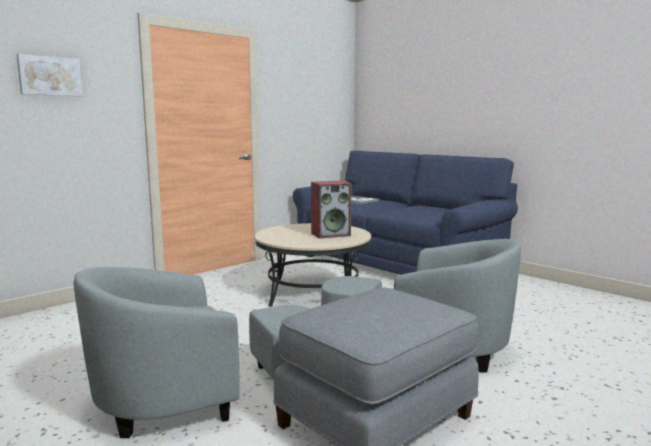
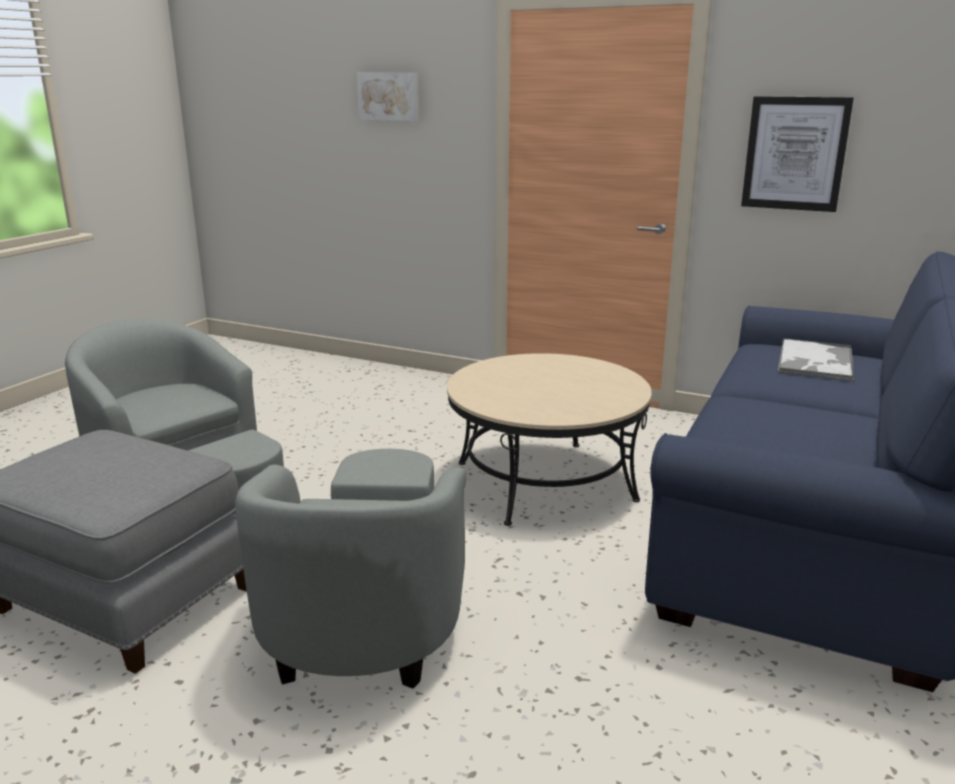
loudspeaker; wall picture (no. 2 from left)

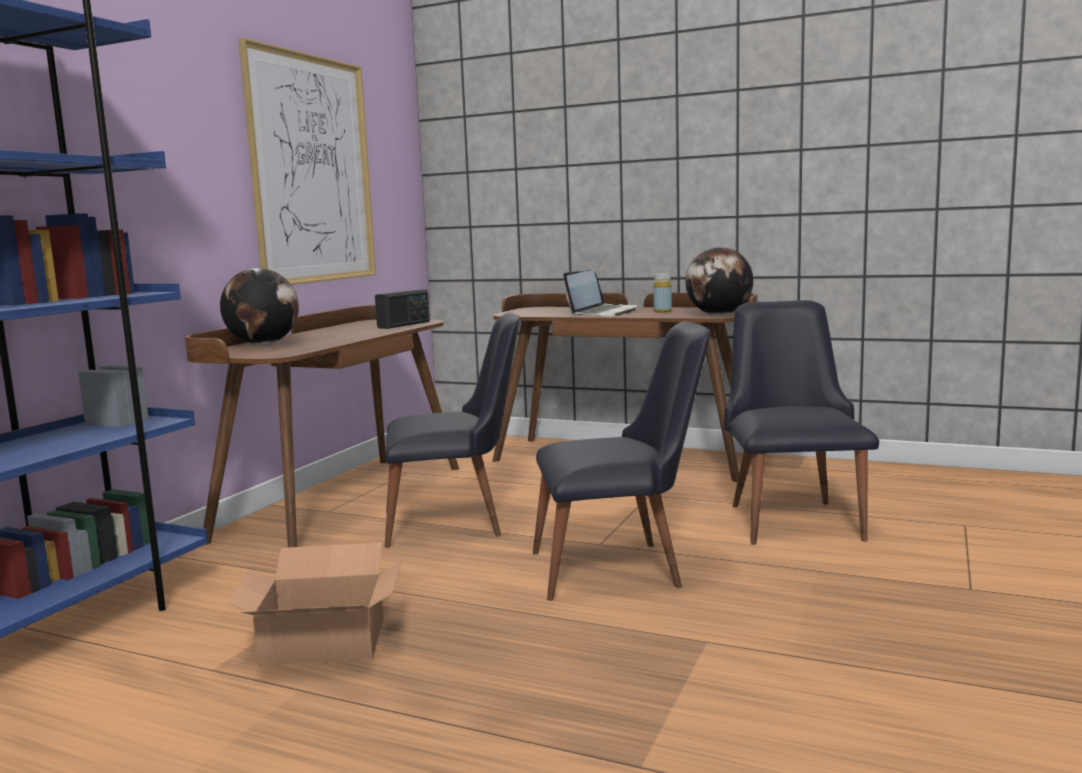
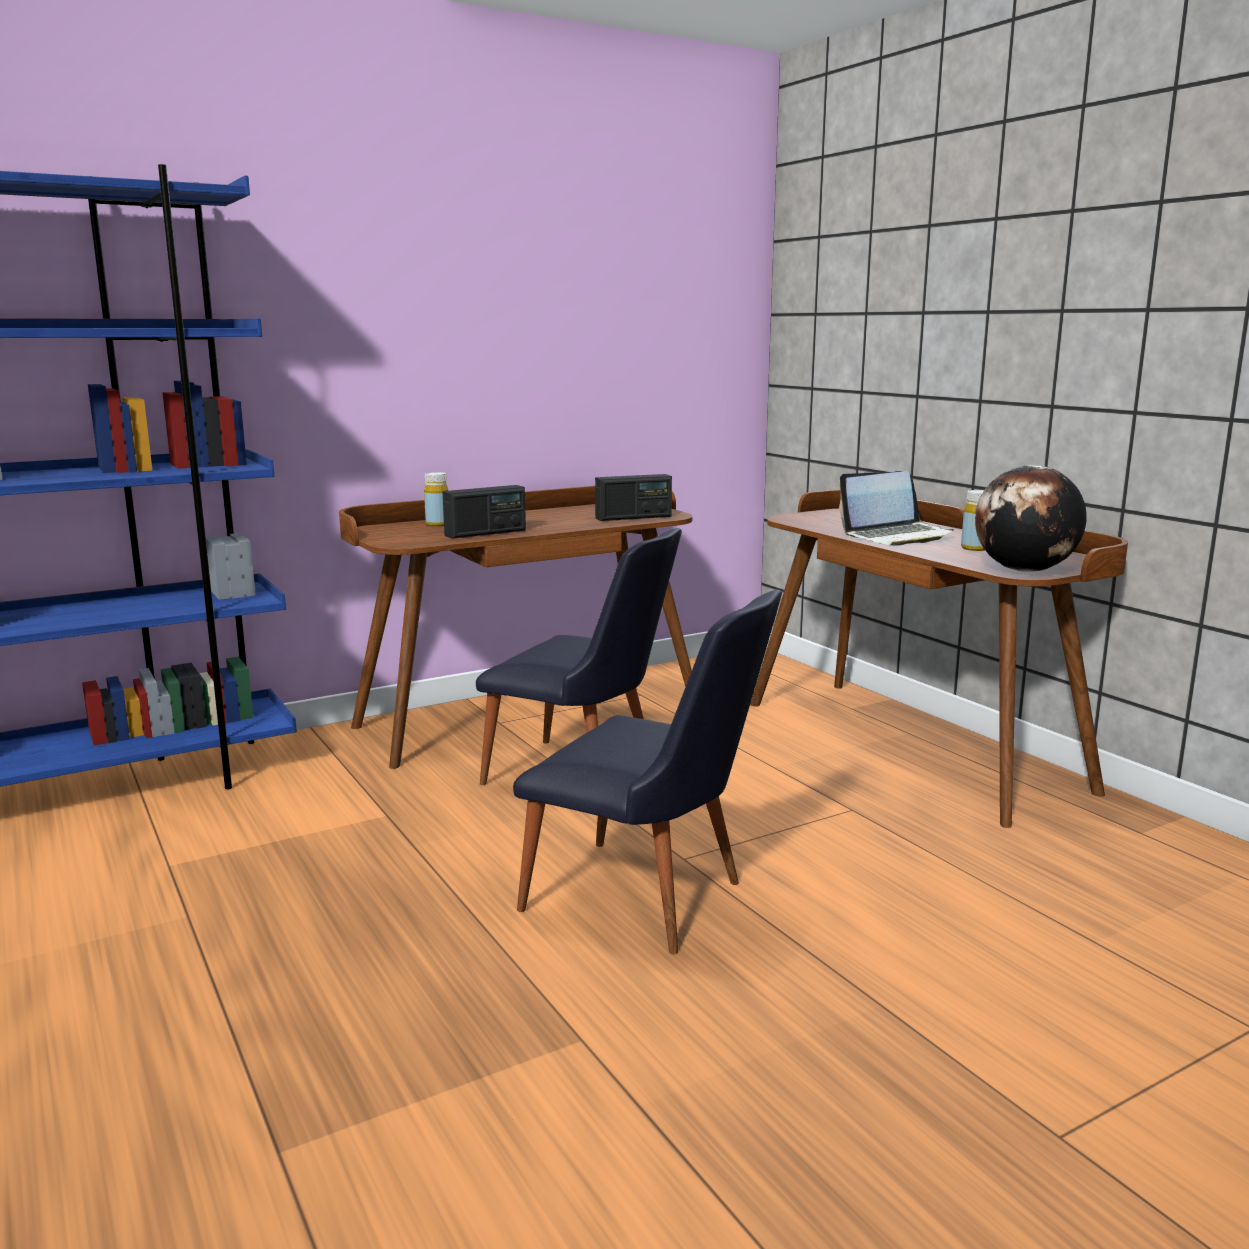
cardboard box; wall picture; chair (black) (no. 3 from left in the first image); radio set (no. 1 from left); drink bottle (yellow-coloured) (no. 1 from left)

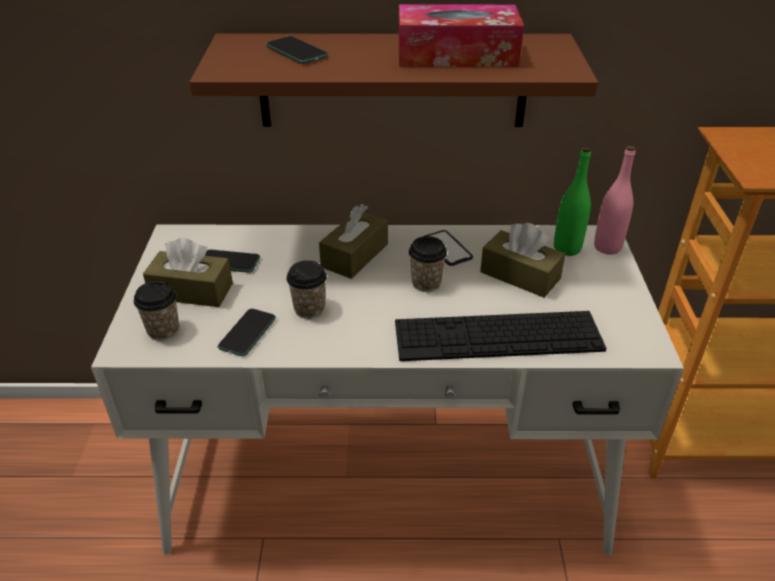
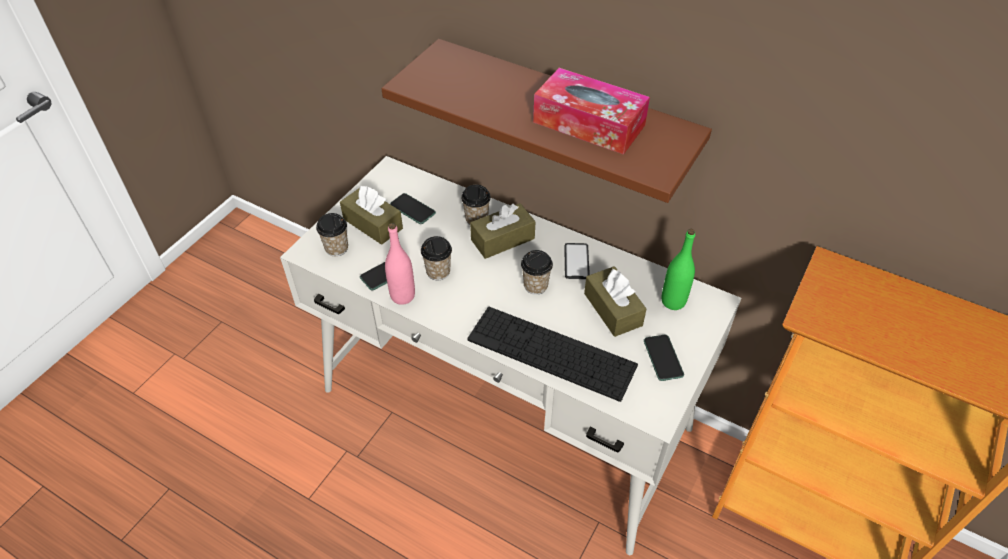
drinking cup (no. 3 from left); telephone (no. 4 from left); drink bottle (pinkish)

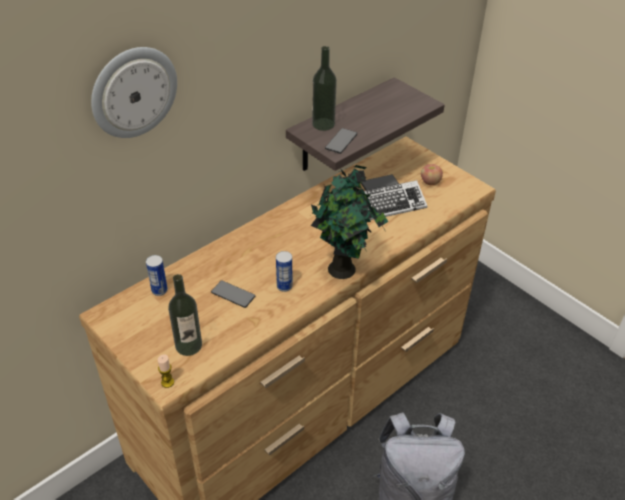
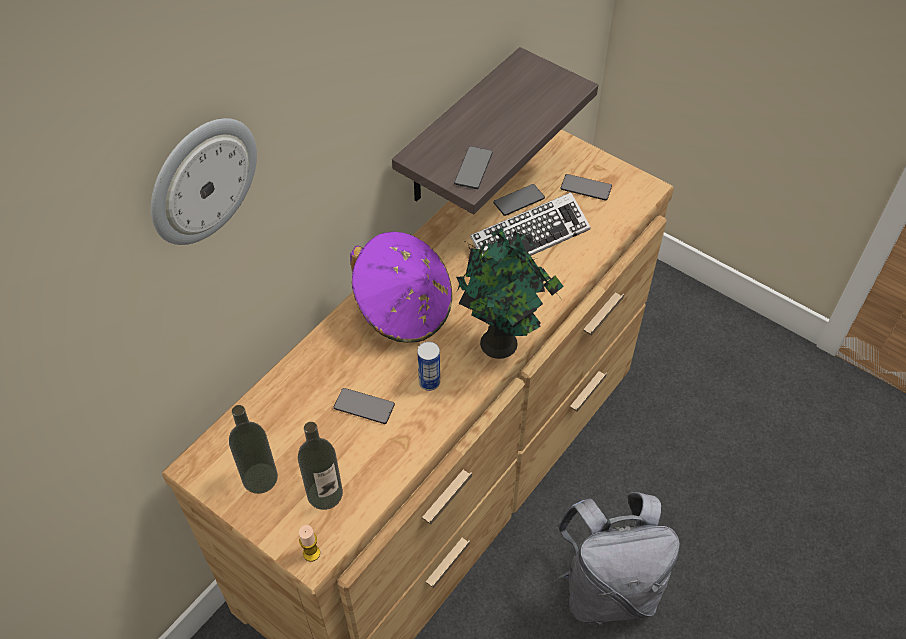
can (no. 1 from left in the first image); hat (purple); drink bottle (no. 1 from left); telephone (no. 4 from left)

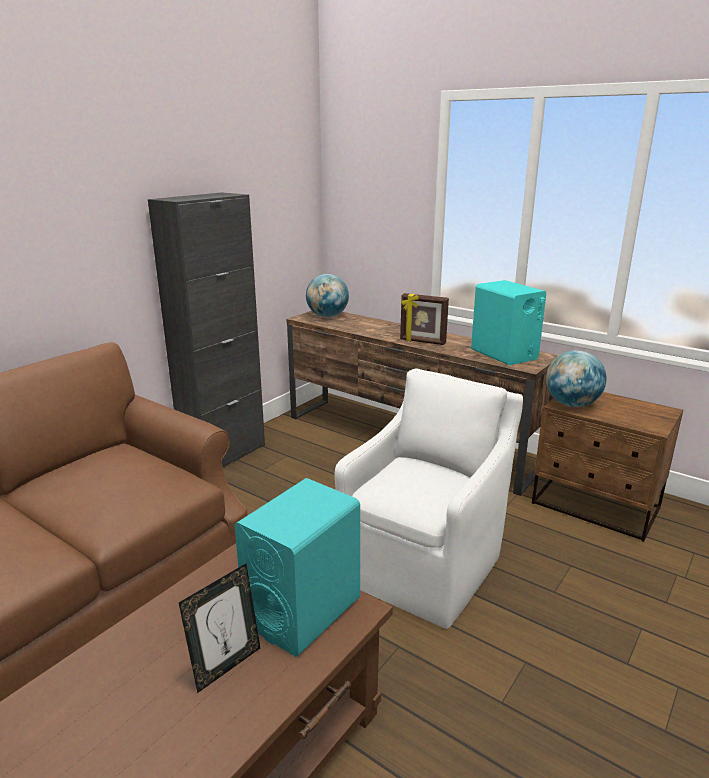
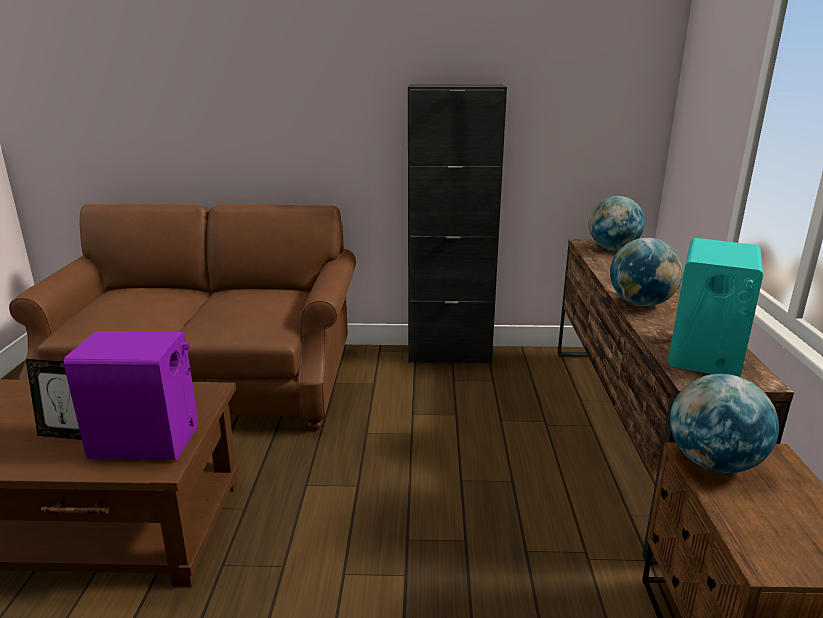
armchair (white-coloured); world globe (no. 2 from left); loudspeaker (purple)

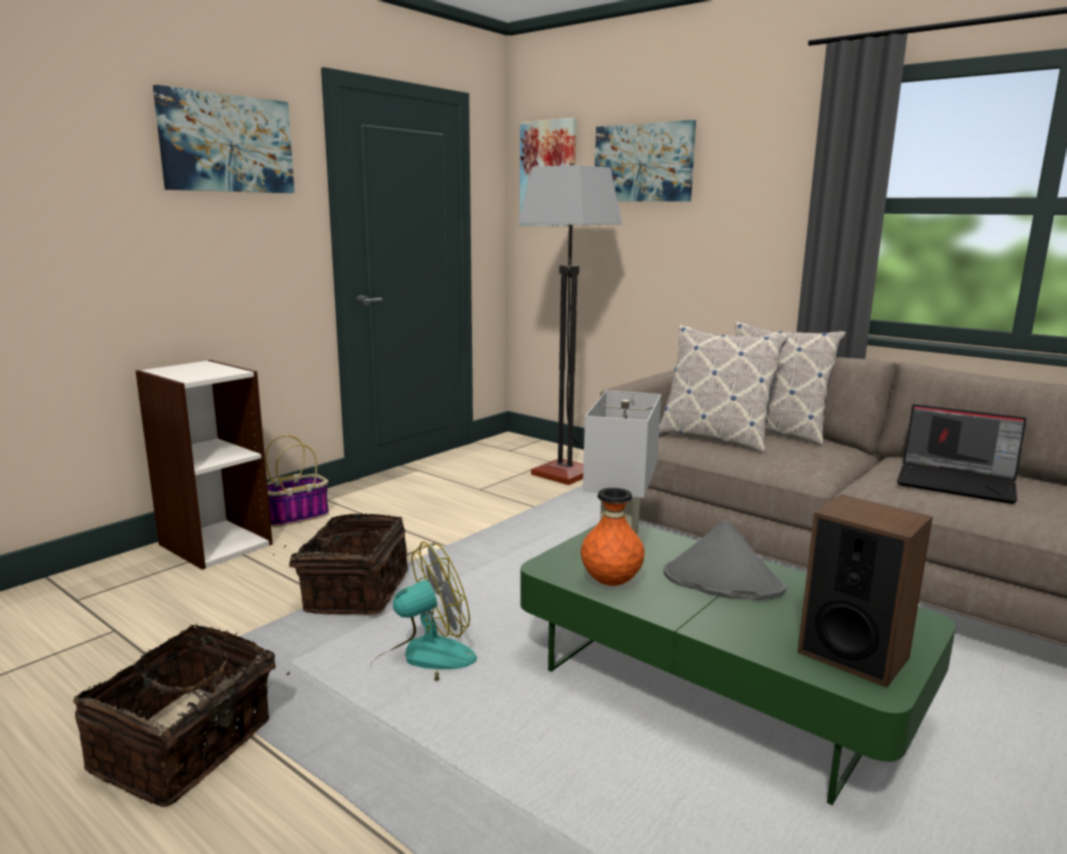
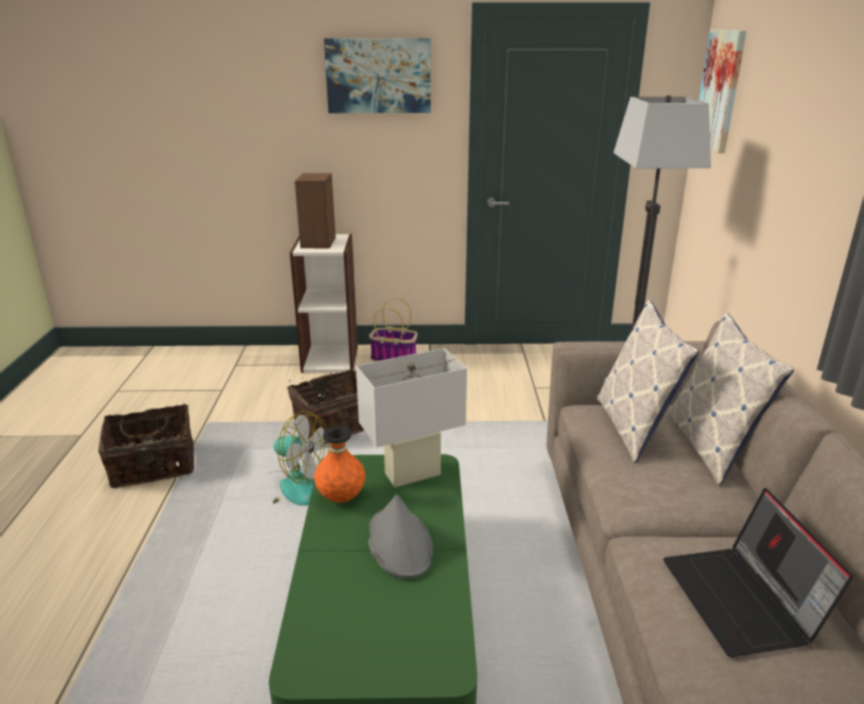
wall picture (no. 3 from left in the first image); loudspeaker

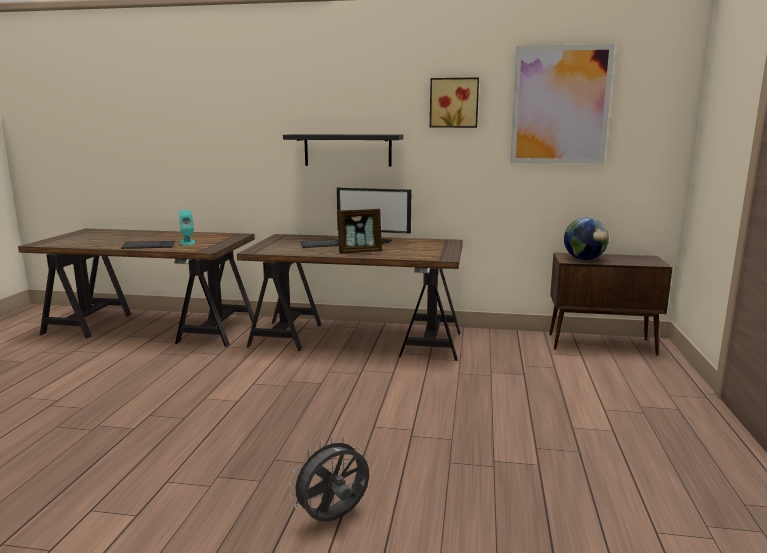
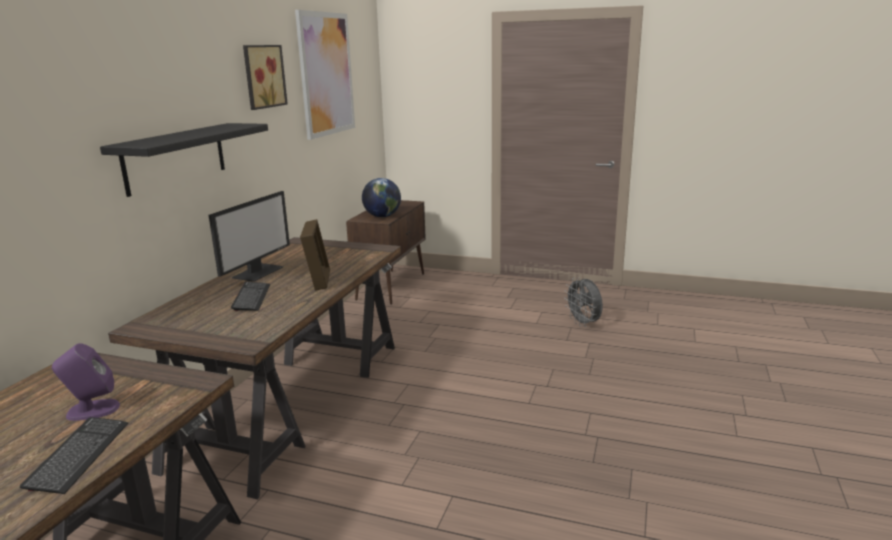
fan (gray); loudspeaker (purple)

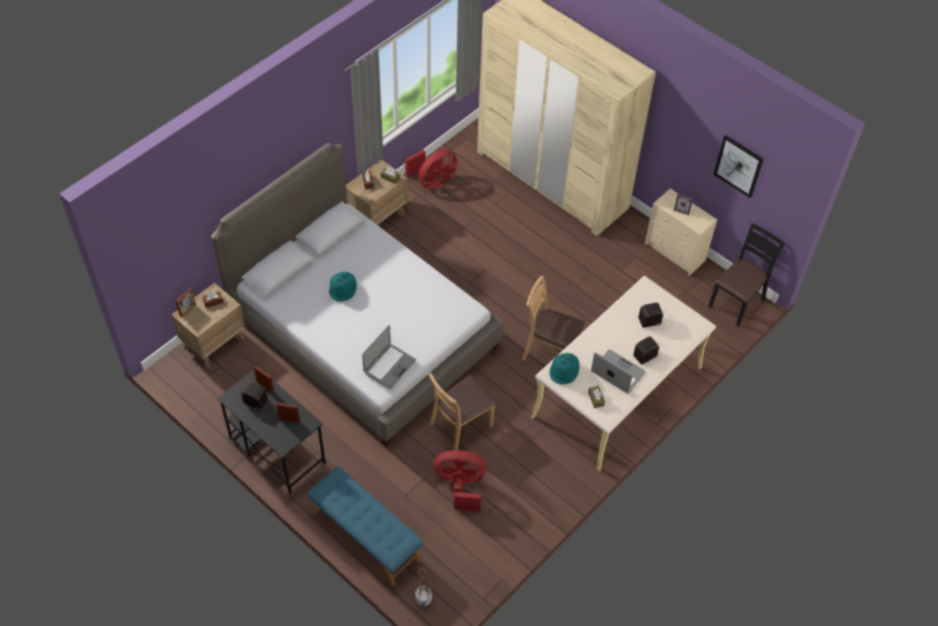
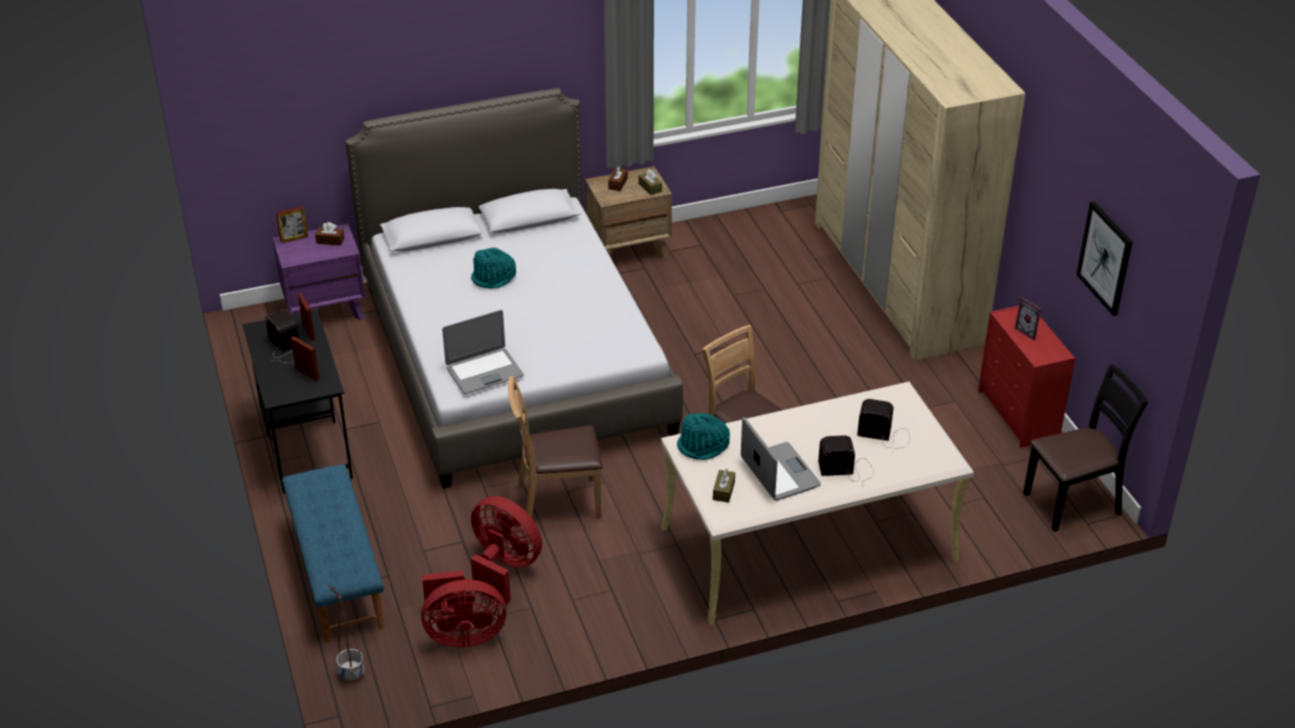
fan (red-coloured) (no. 1 from left); night table (purple); chest of drawers (red-coloured)

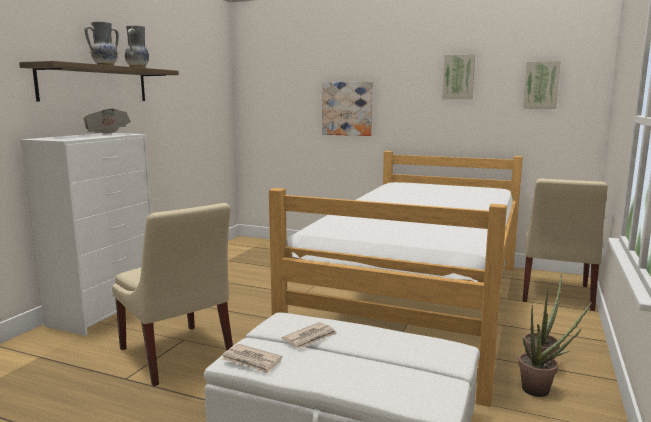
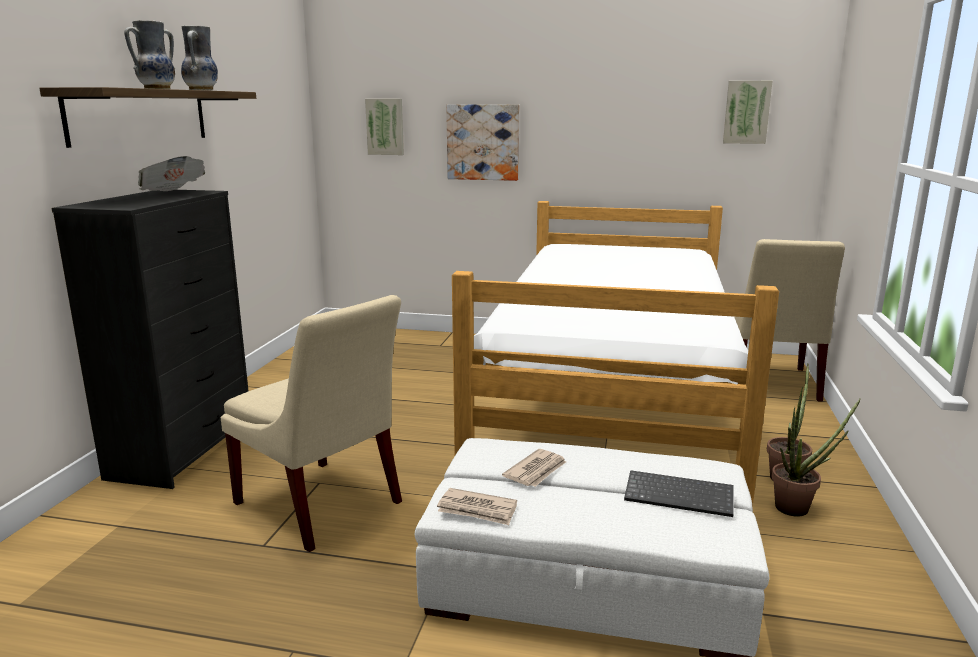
keyboard; wall picture (no. 1 from left); chest of drawers (black)

